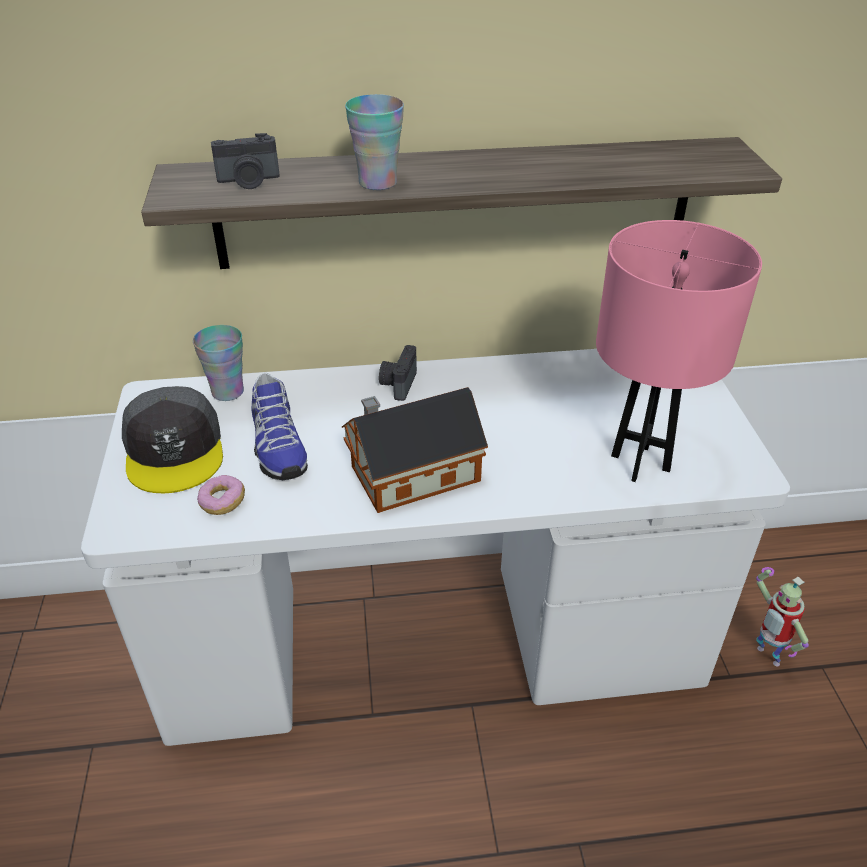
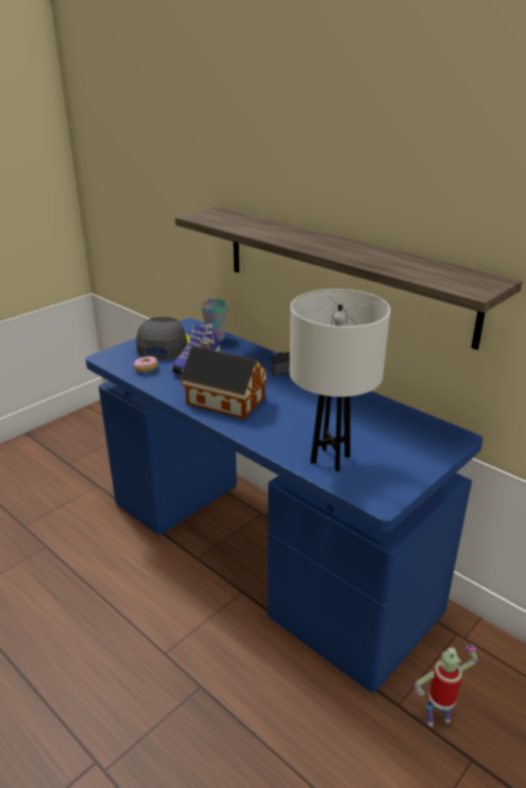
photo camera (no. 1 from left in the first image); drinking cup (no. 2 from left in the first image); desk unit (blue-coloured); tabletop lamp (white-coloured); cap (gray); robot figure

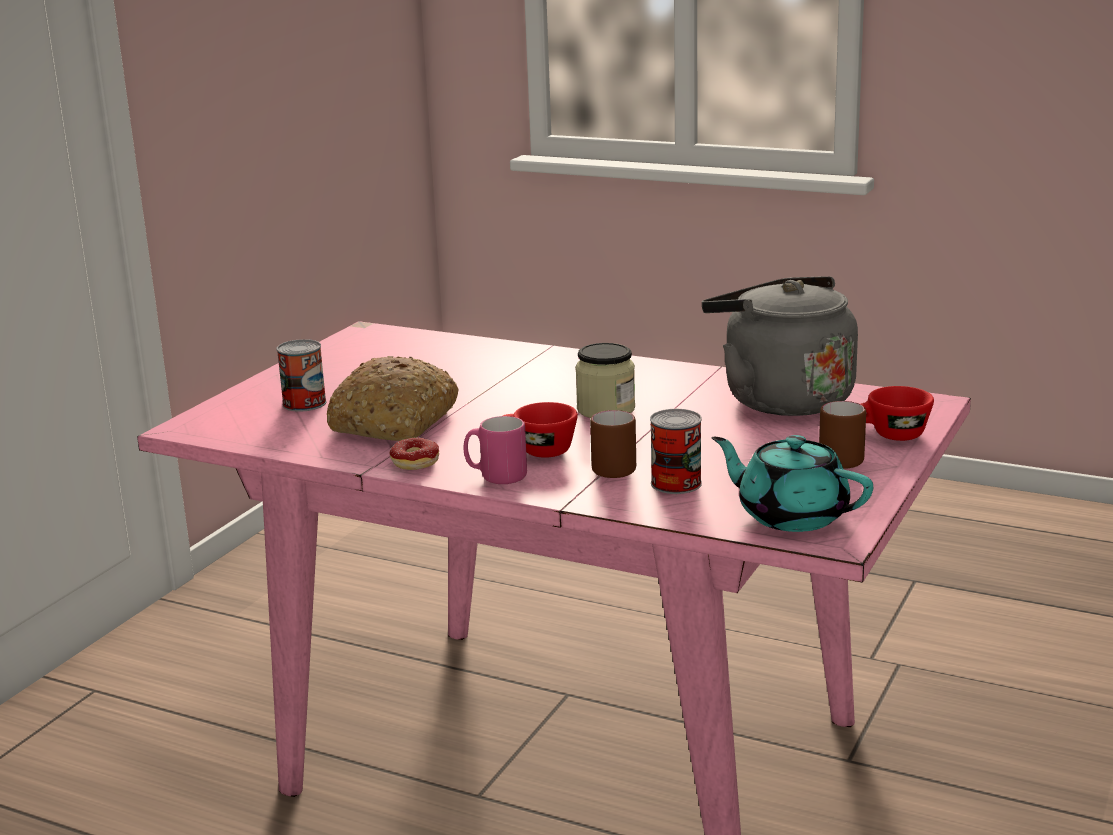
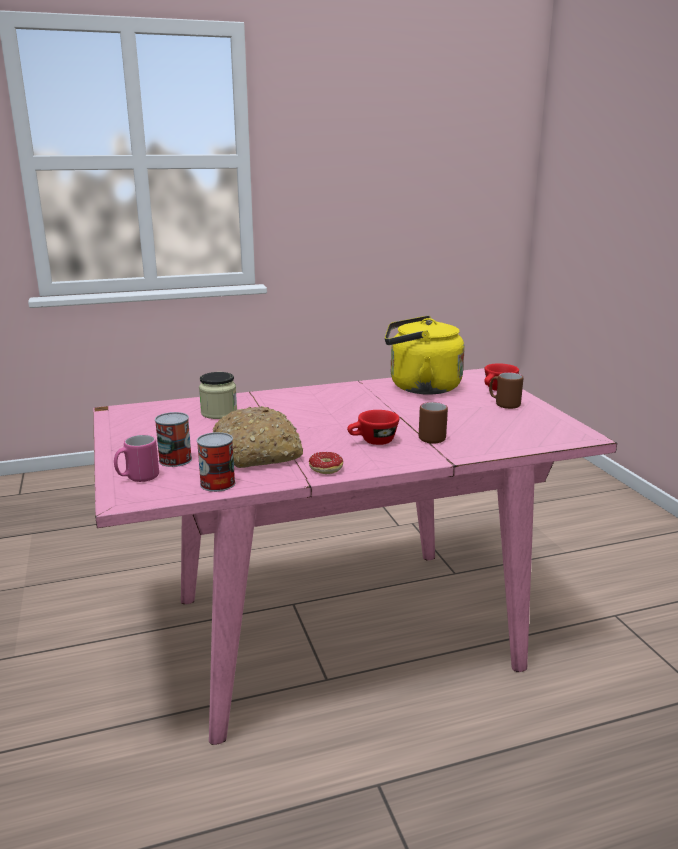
tea pot (turquoise-coloured); tea mug (pinkish); preserve jar; can (no. 2 from left); tea kettle (yellow-coloured)

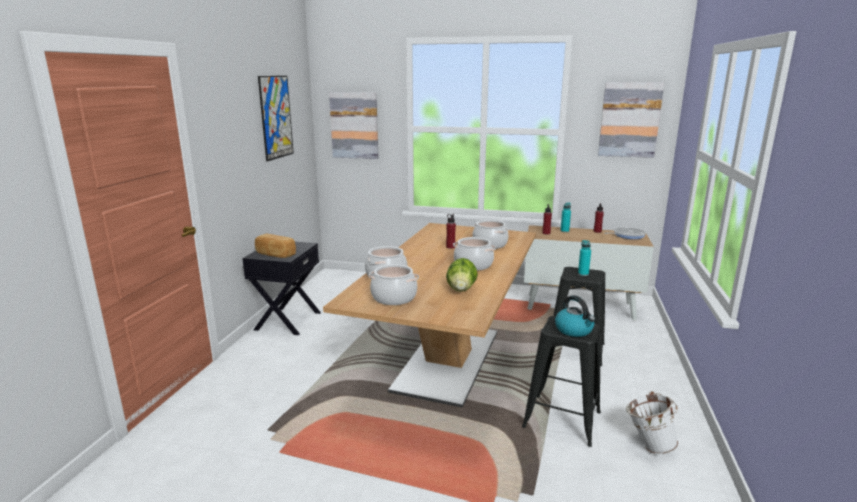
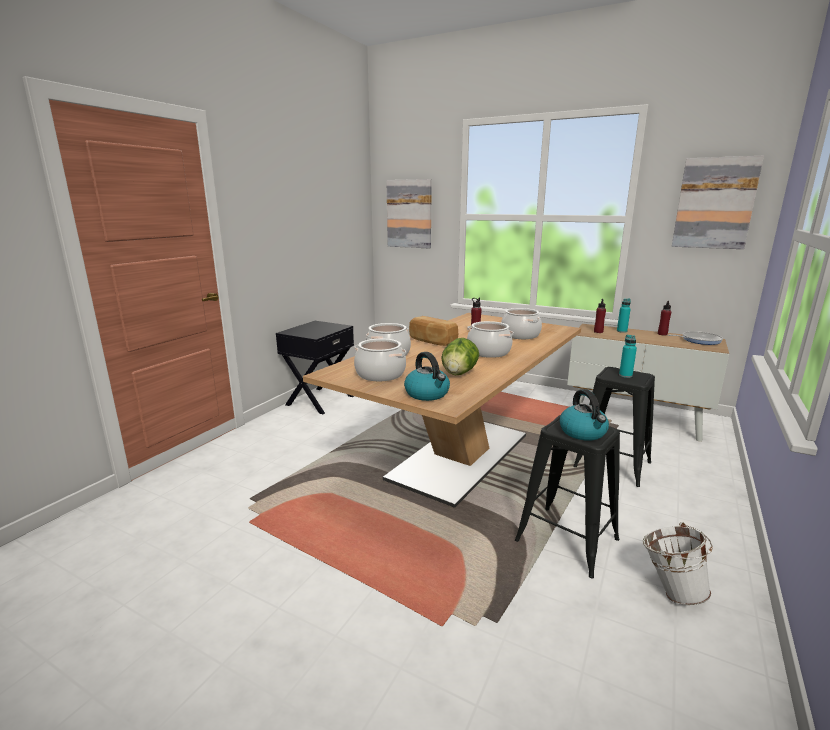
wall picture (no. 1 from left in the first image); tea kettle (no. 1 from left); bread

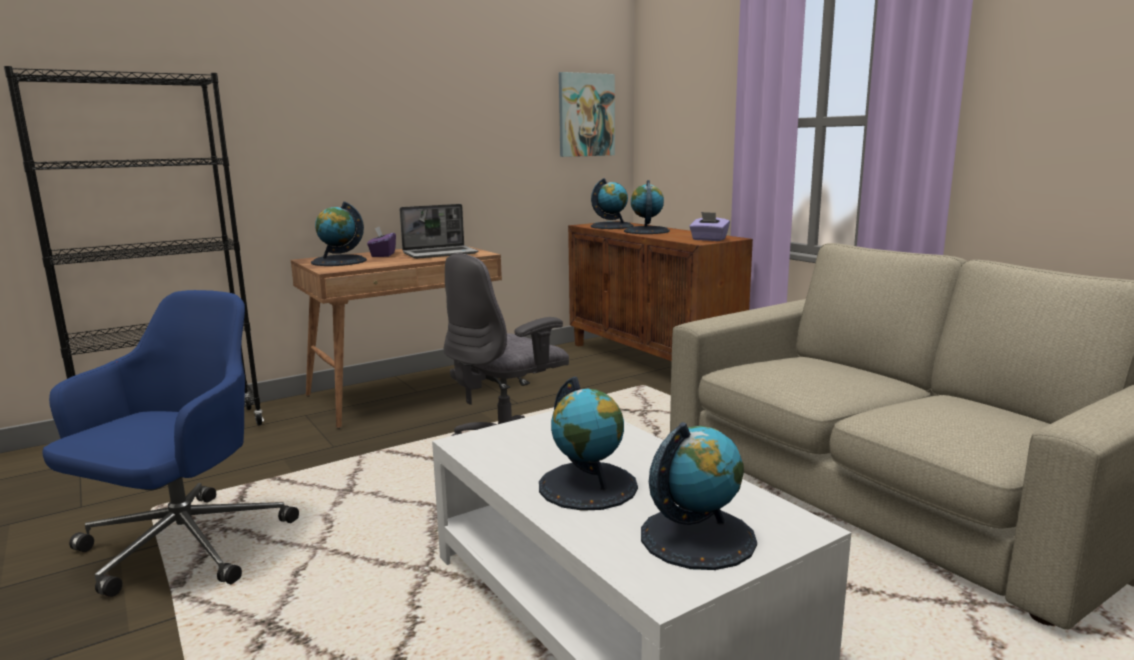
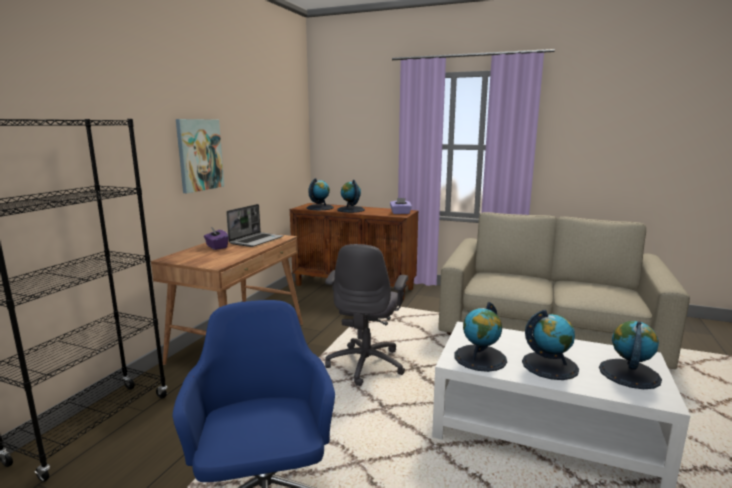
world globe (no. 3 from left); wall picture

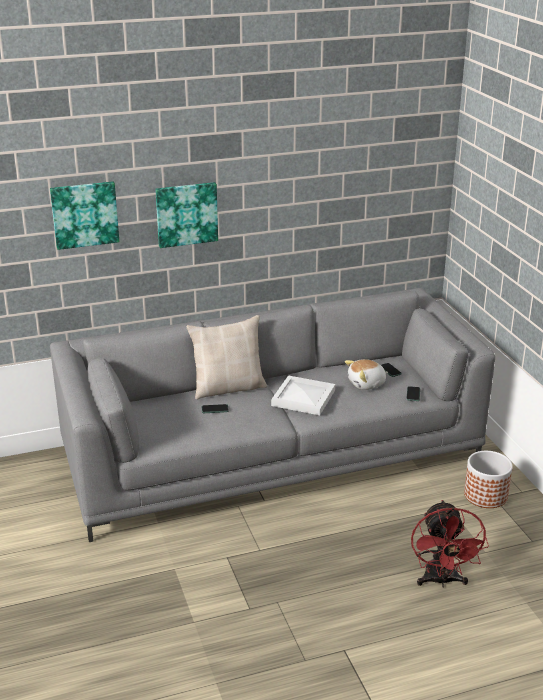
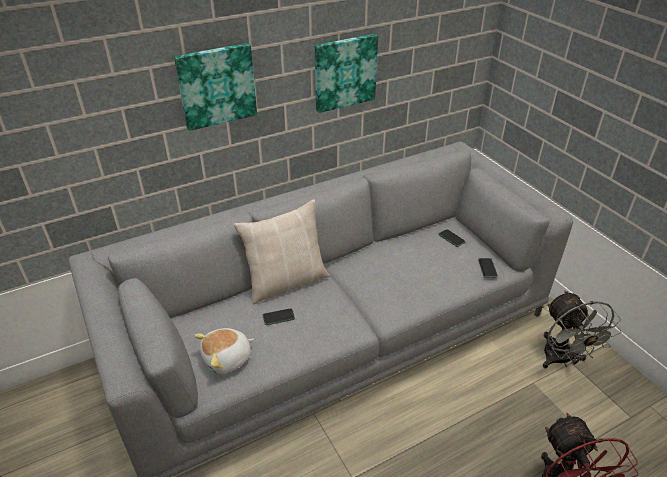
serving tray (white-coloured); wall picture (no. 2 from left); plush toy; fan (gray)

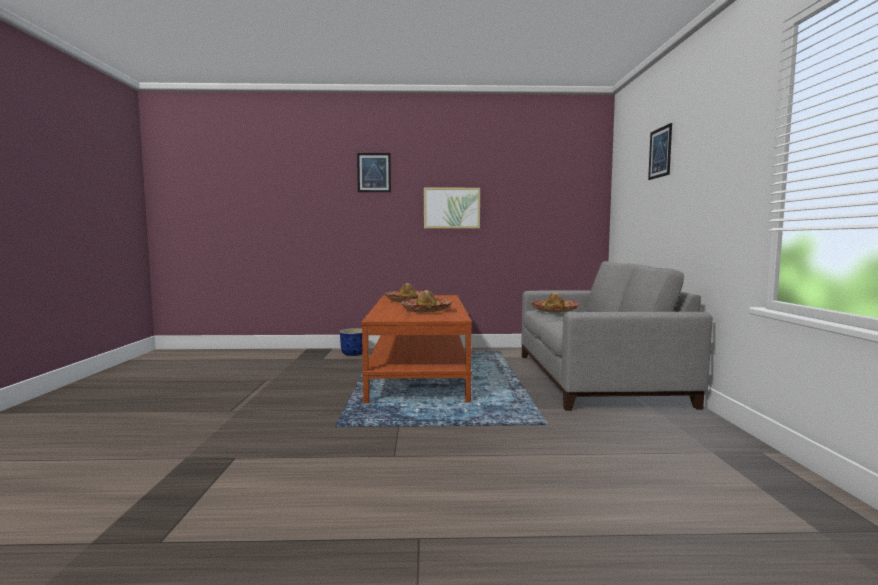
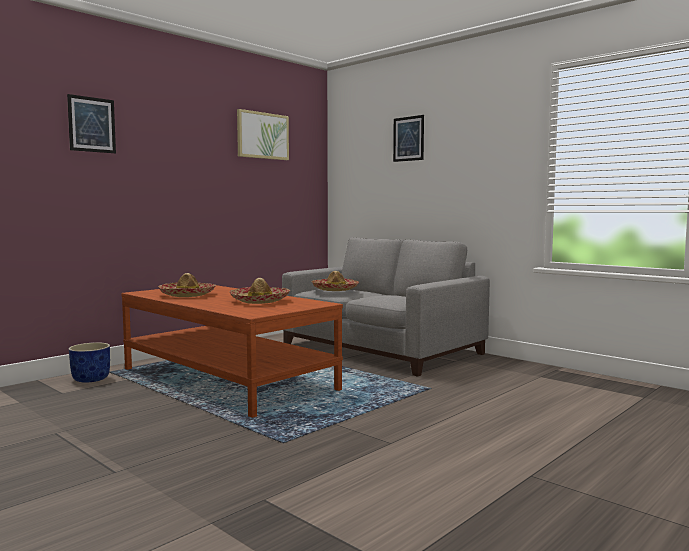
wall picture (no. 2 from left)

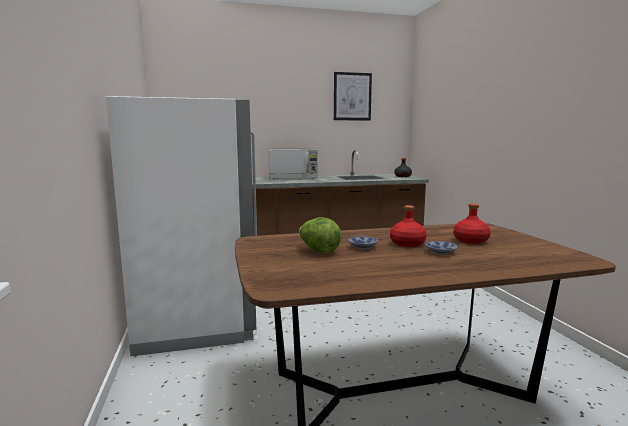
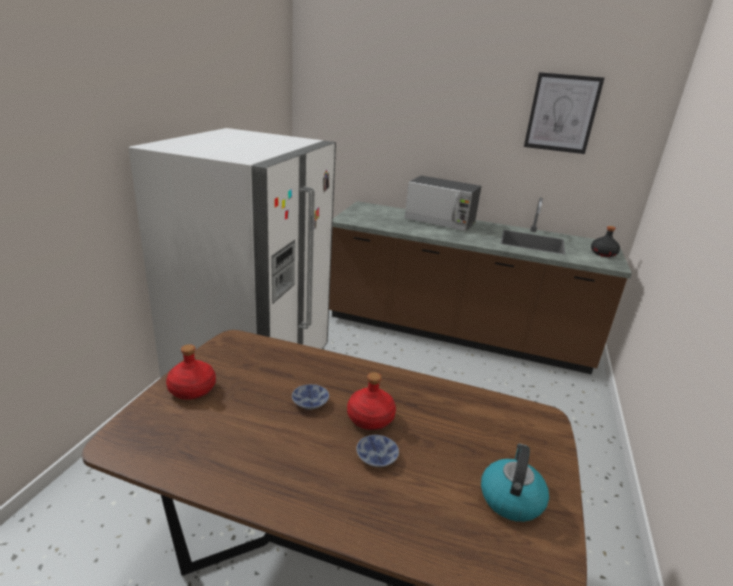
lettuce; tea kettle; drink bottle (red-coloured) (no. 1 from left)

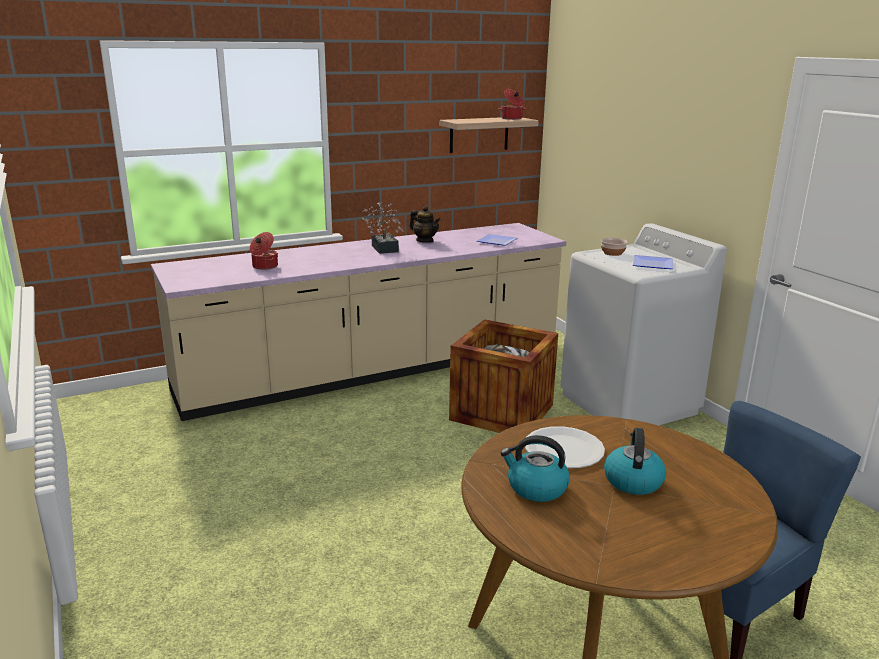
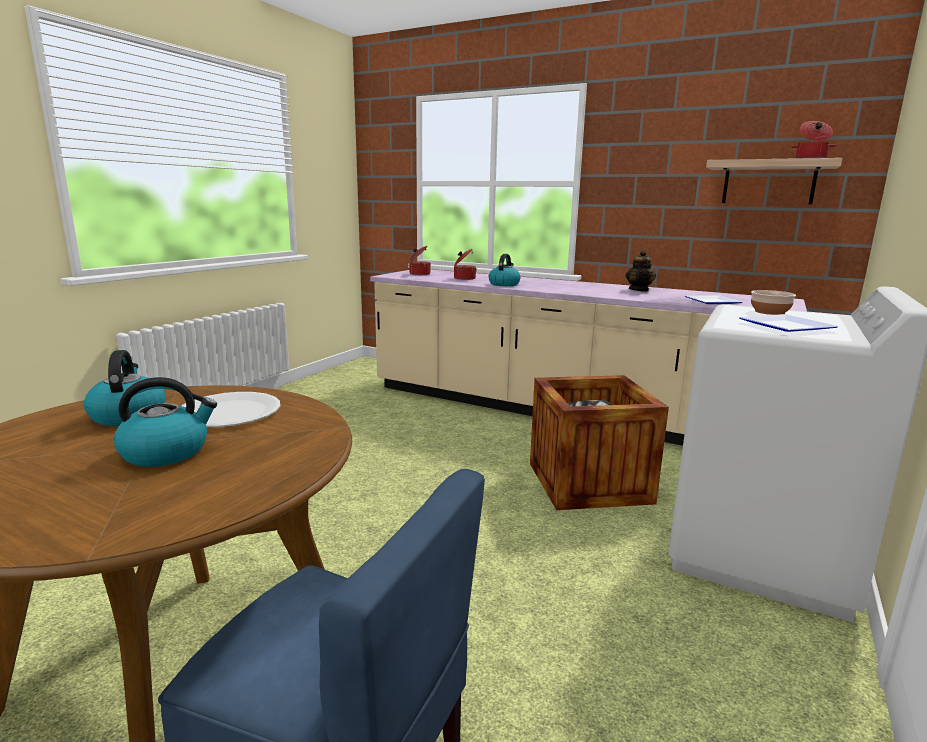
plant in a pot; saucepot (no. 1 from left); tea kettle (no. 3 from left)

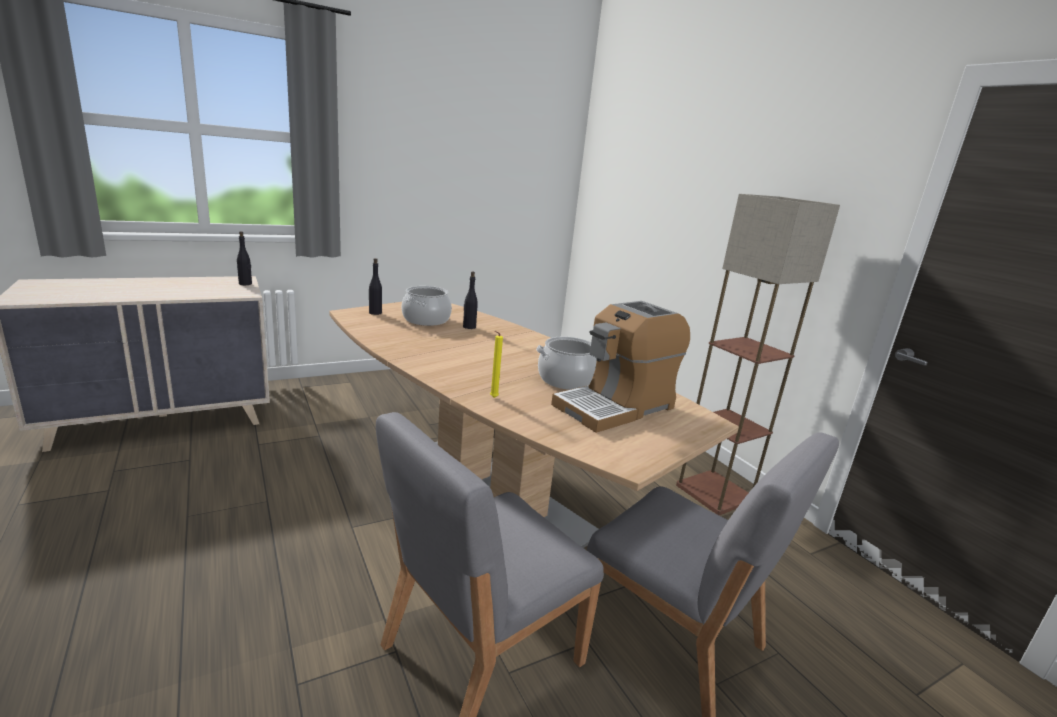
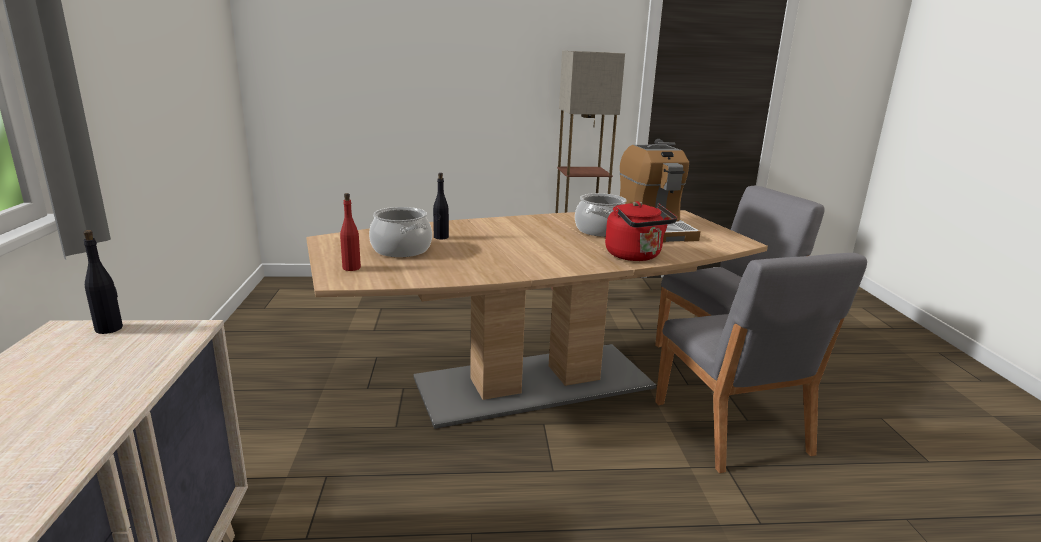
tea kettle (red-coloured); drink bottle (red-coloured)

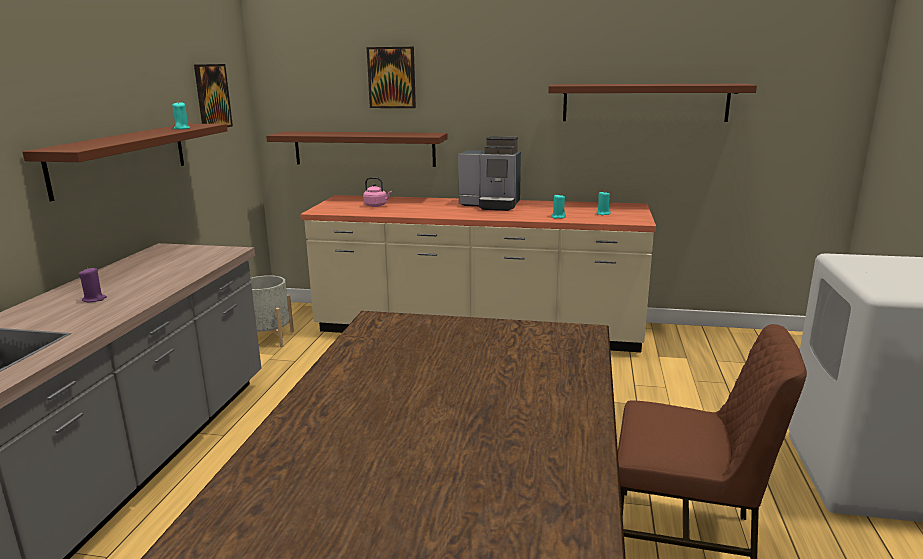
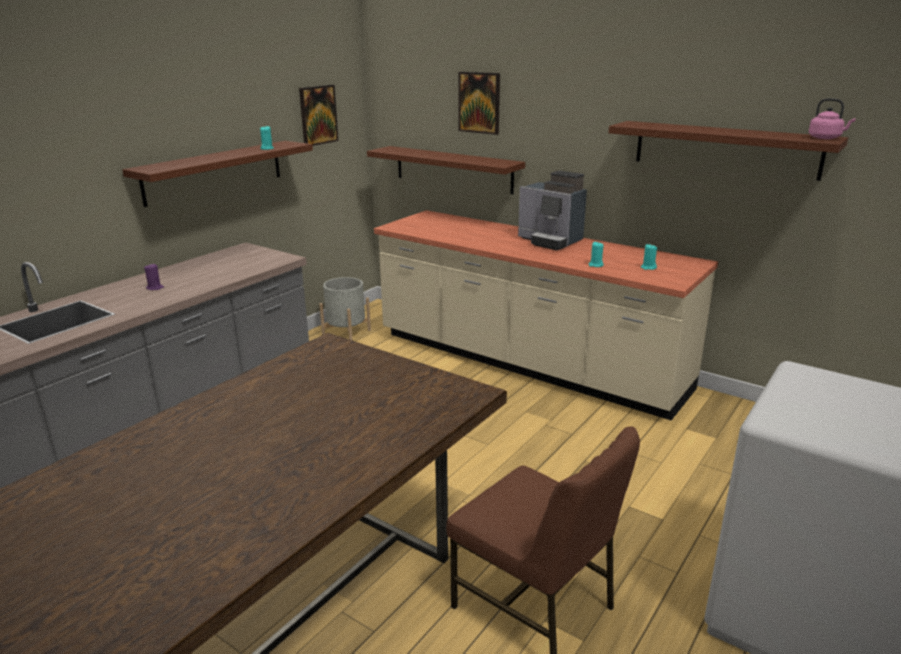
tea kettle (pinkish)

